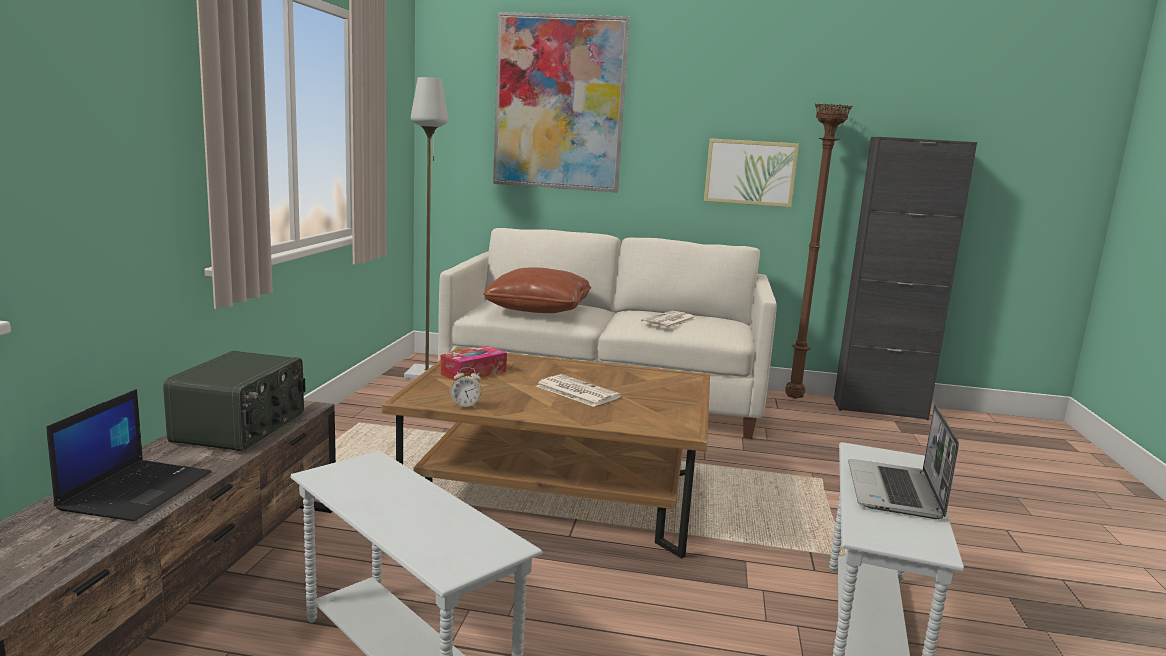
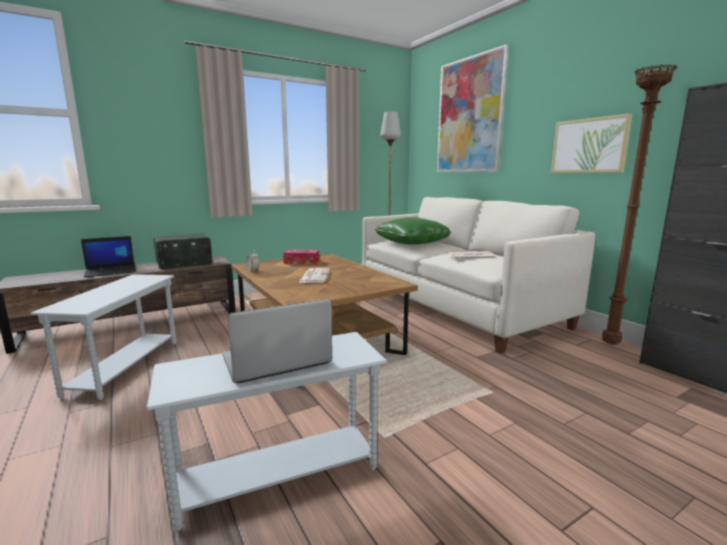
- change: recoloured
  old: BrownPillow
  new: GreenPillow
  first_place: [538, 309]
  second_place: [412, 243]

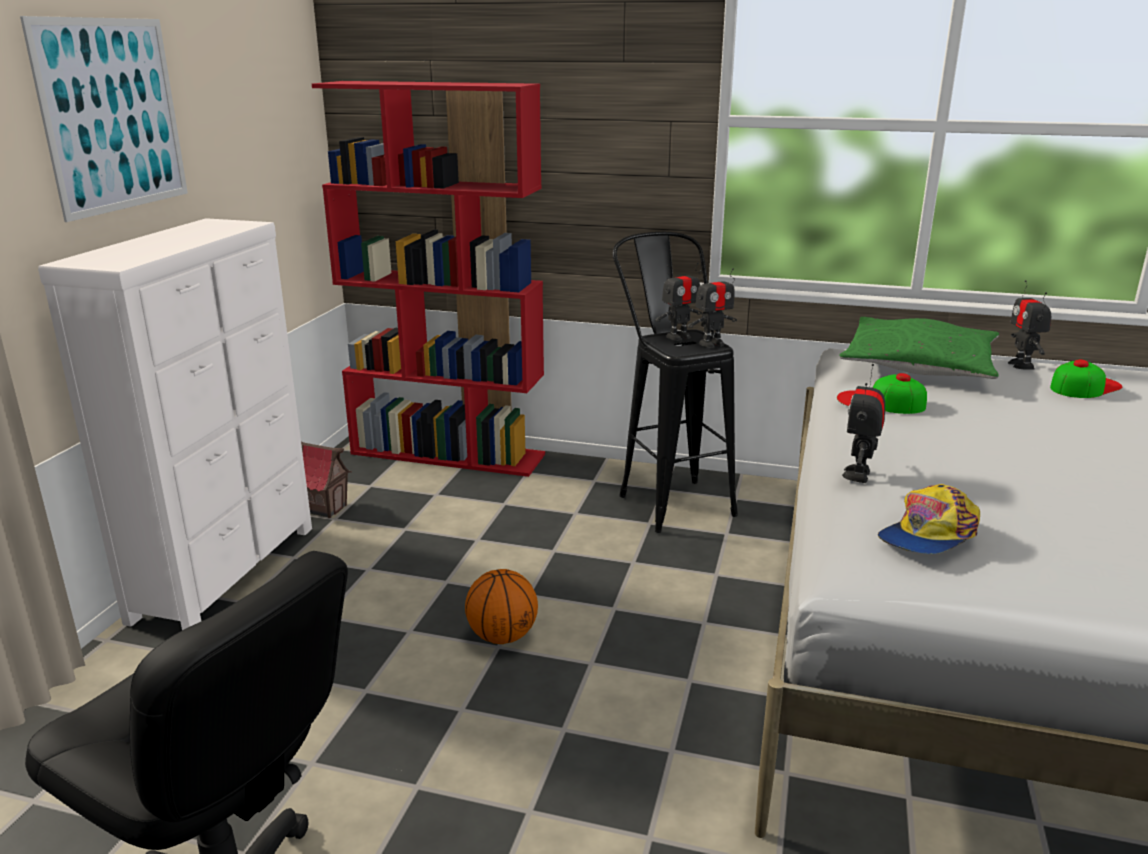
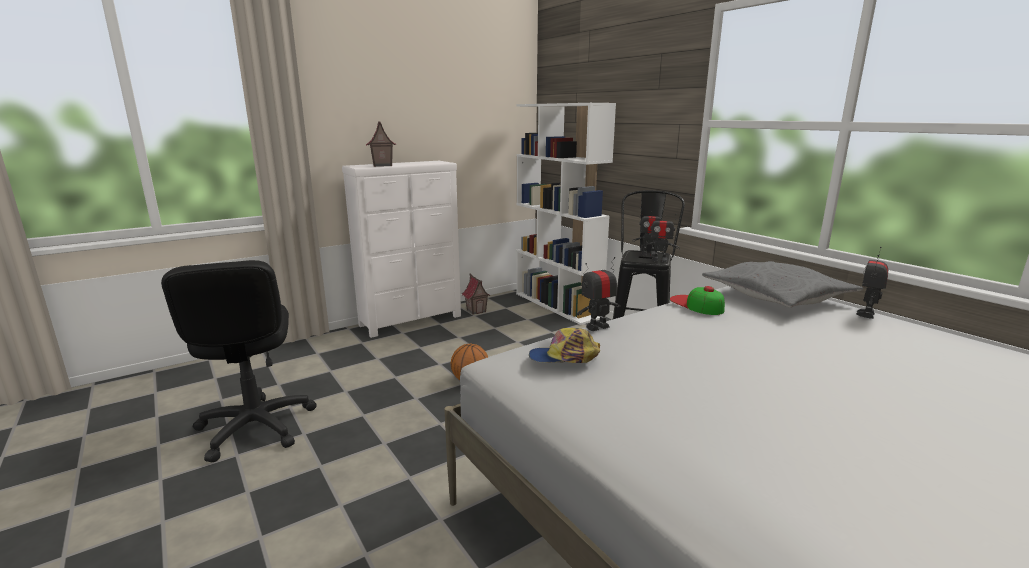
- change: removed
  old: Picture
  first_place: [113, 115]
- change: recoloured
  old: RedBookcase
  new: WhiteBookcase
  first_place: [449, 454]
  second_place: [558, 305]
- change: recoloured
  old: GreenPillow
  new: GreyPillow
  first_place: [919, 365]
  second_place: [776, 296]
- change: removed
  old: Cap
  first_place: [1084, 386]
- change: added
  new: ToyHouse
  second_place: [382, 165]

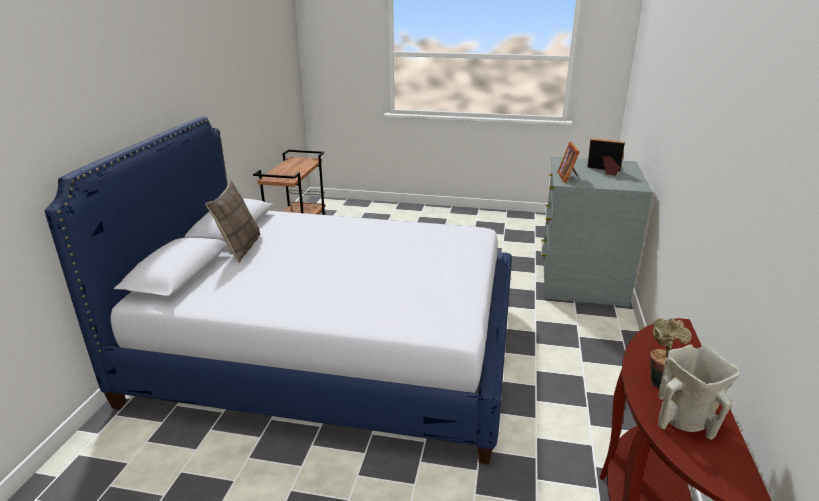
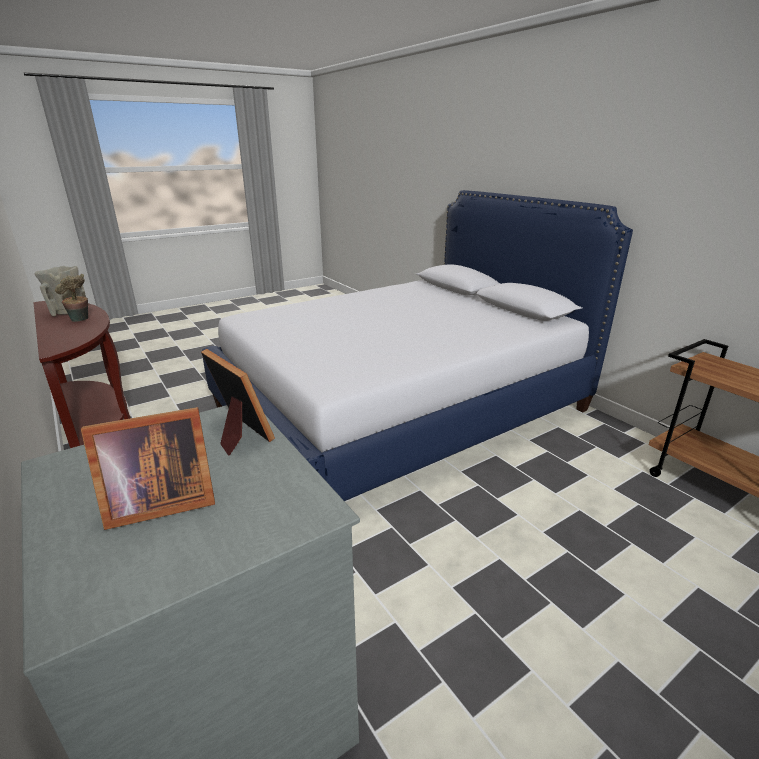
- change: removed
  old: Pillow
  first_place: [239, 248]

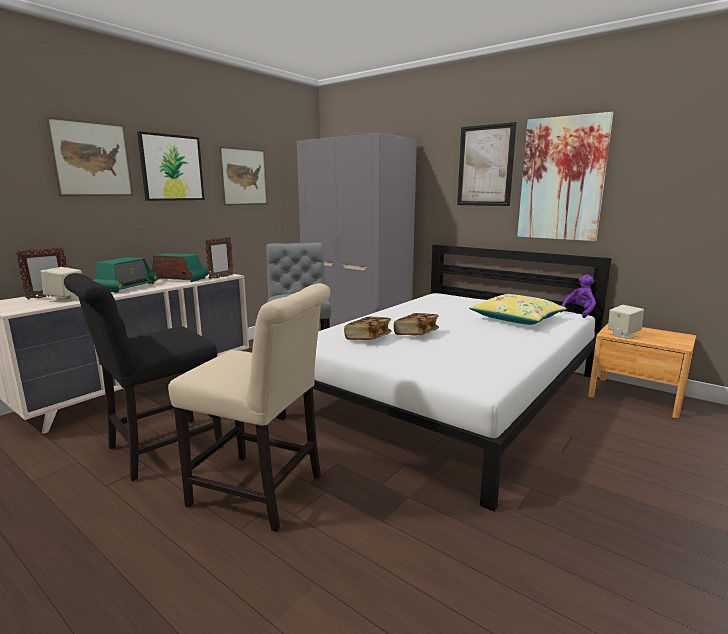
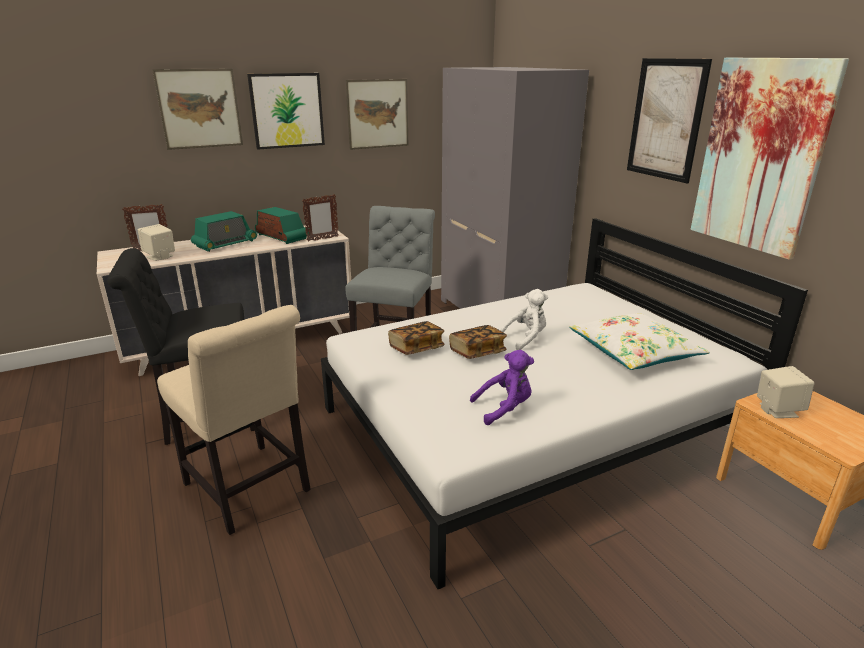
- change: recoloured
  old: YellowPillow
  new: WhitePillow
  first_place: [516, 319]
  second_place: [634, 352]
- change: moved
  old: PurplePlushToy
  first_place: [578, 312]
  second_place: [505, 408]
- change: added
  new: WhitePlushToy
  second_place: [525, 339]

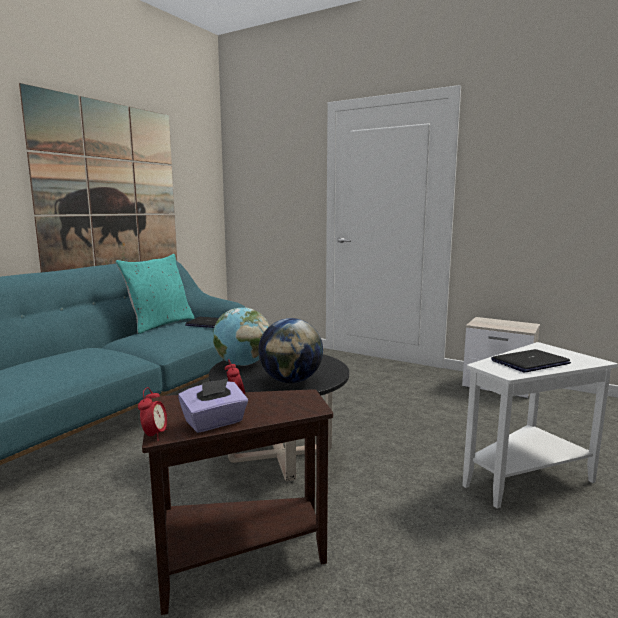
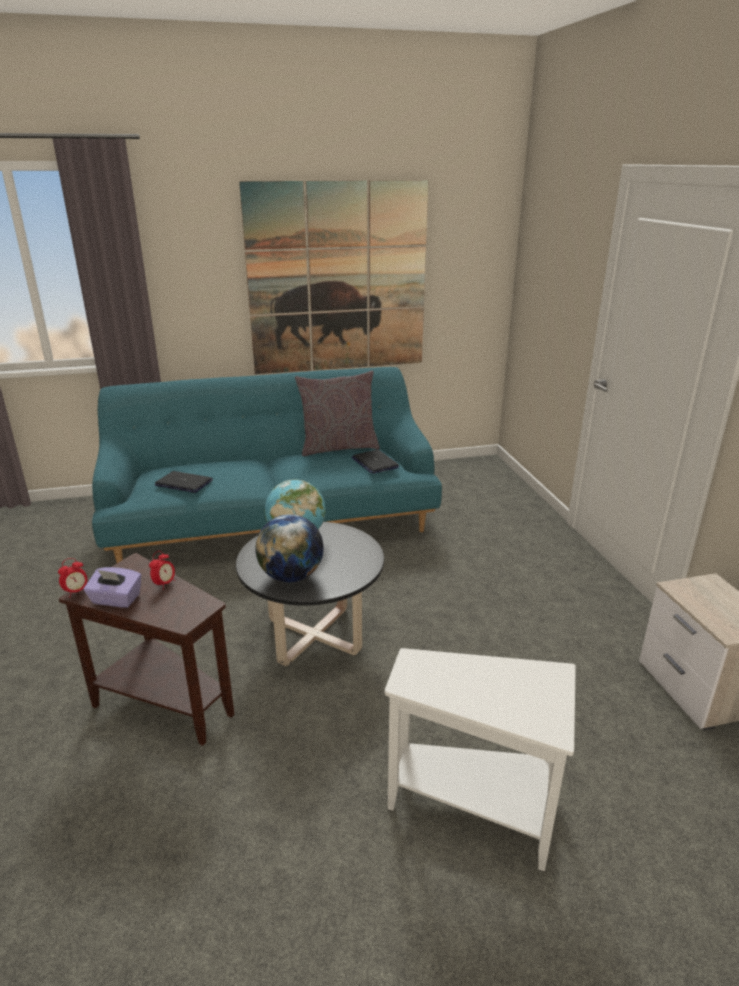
- change: recoloured
  old: TurquoisePillow
  new: GreyPillow
  first_place: [159, 324]
  second_place: [338, 447]
- change: moved
  old: Laptop
  first_place: [530, 362]
  second_place: [184, 483]

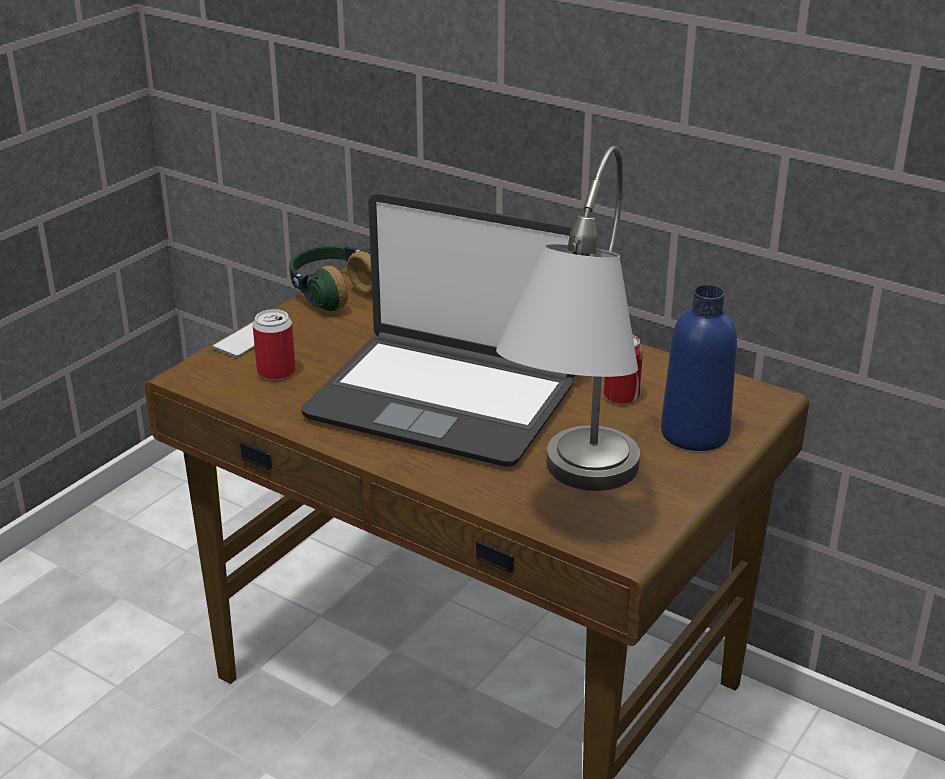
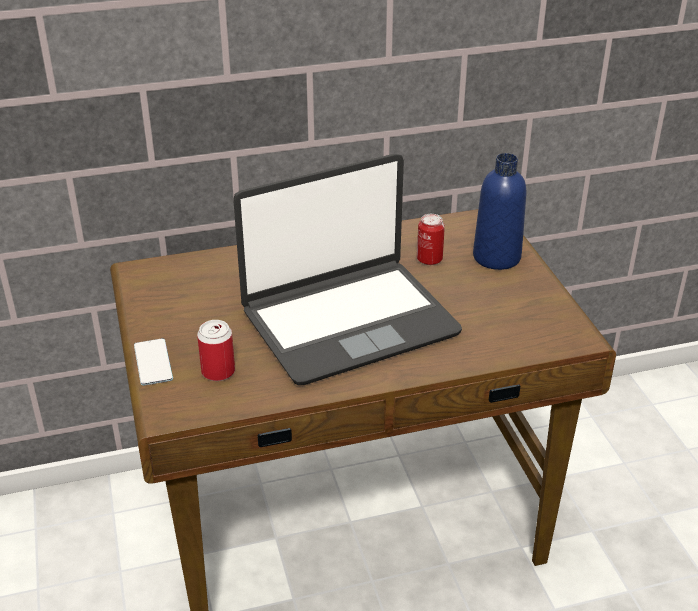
- change: removed
  old: Headphones
  first_place: [334, 292]
- change: removed
  old: GreyTableLamp
  first_place: [571, 498]

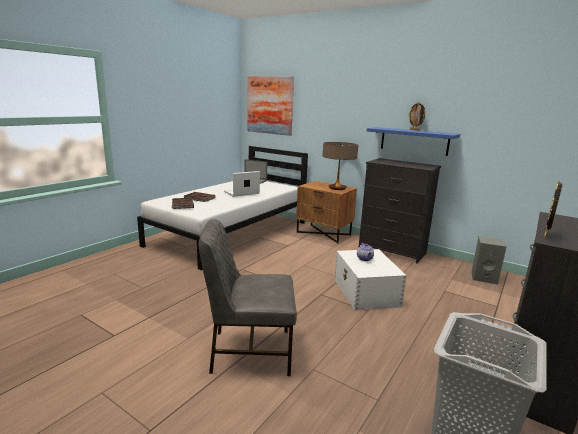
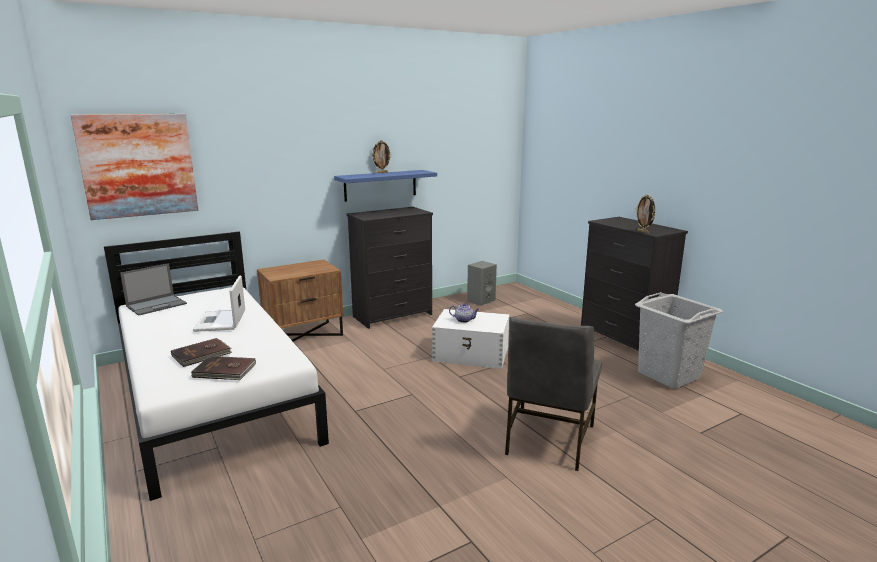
- change: removed
  old: TableLamp
  first_place: [337, 188]

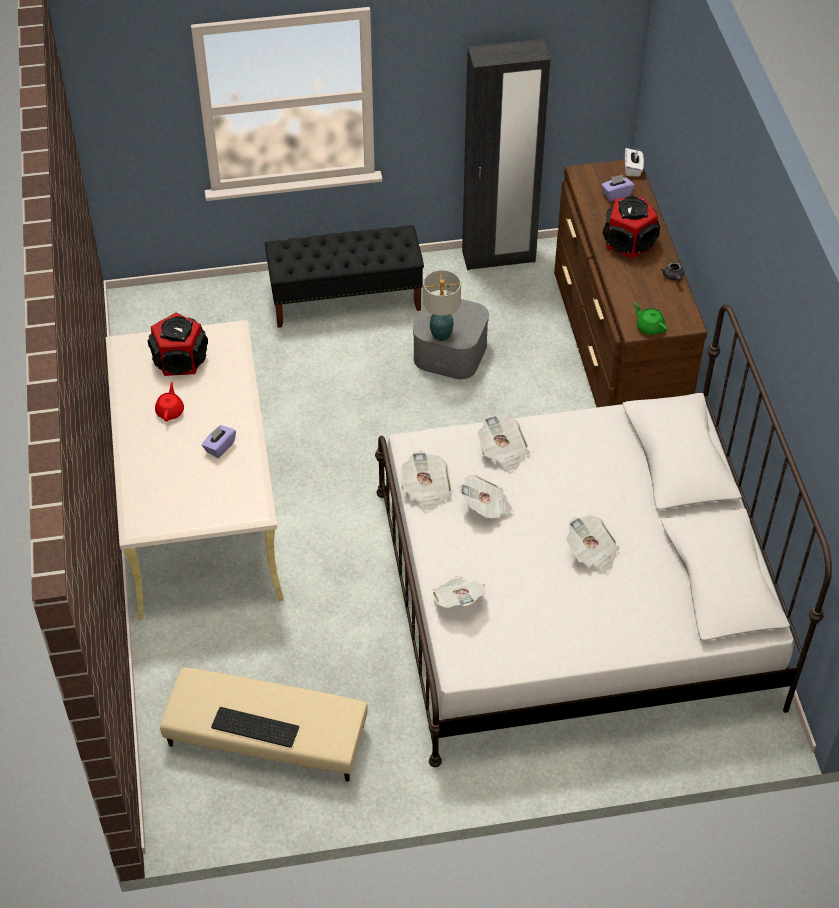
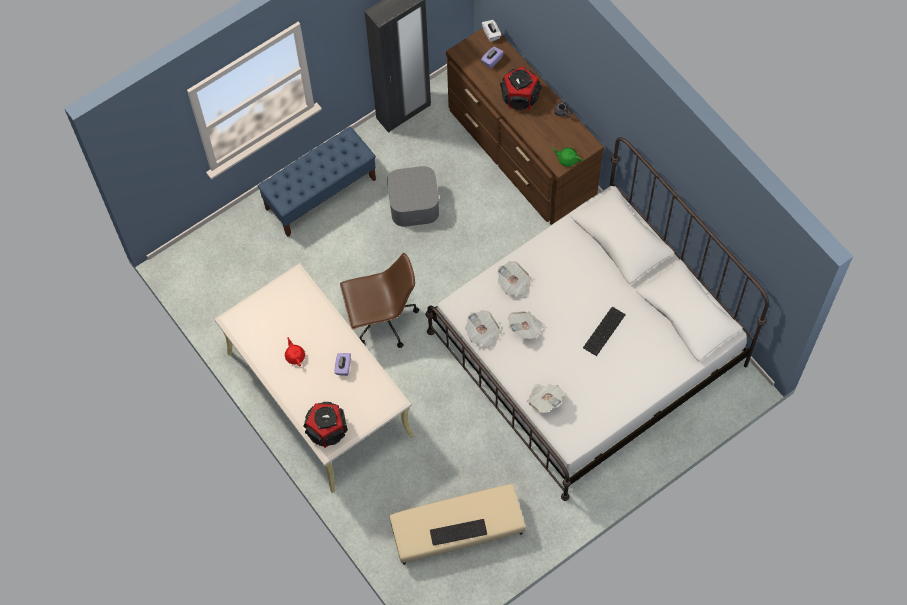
- change: moved
  old: Speaker
  first_place: [179, 359]
  second_place: [326, 429]
- change: recoloured
  old: BlackBench
  new: BlueBench
  first_place: [346, 300]
  second_place: [321, 194]
- change: removed
  old: TableLamp
  first_place: [441, 334]
- change: replaced
  old: Newspaper
  new: Keyboard
  first_place: [592, 553]
  second_place: [605, 331]
- change: added
  new: BrownOfficeChair
  second_place: [382, 320]

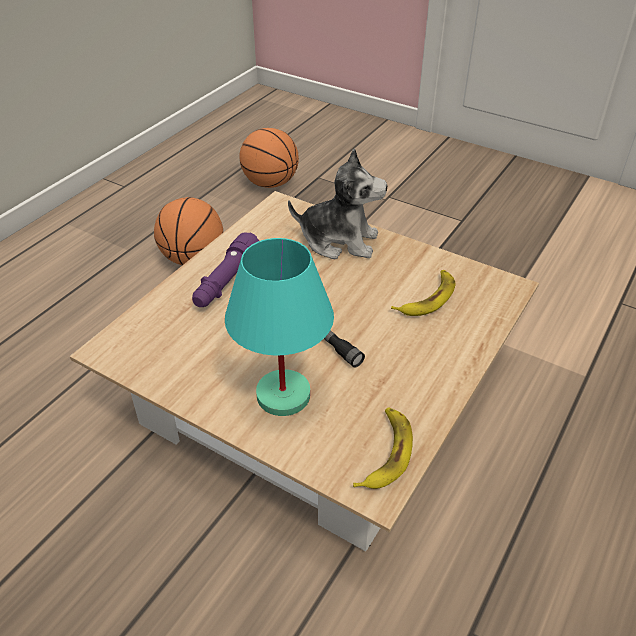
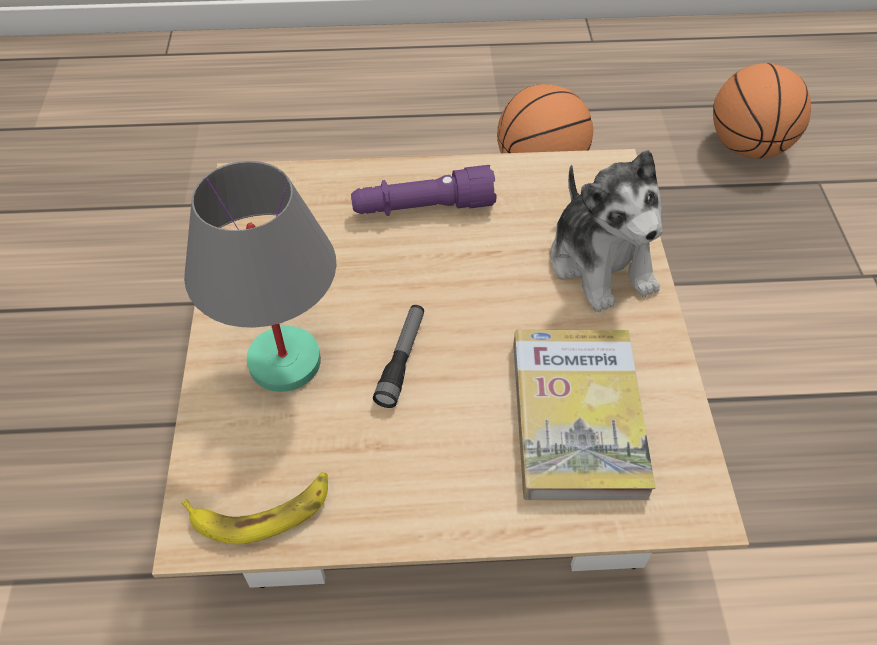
- change: recoloured
  old: TurquoiseTableLamp
  new: GreyTableLamp
  first_place: [284, 394]
  second_place: [286, 362]
- change: replaced
  old: Banana
  new: Book
  first_place: [427, 298]
  second_place: [577, 416]

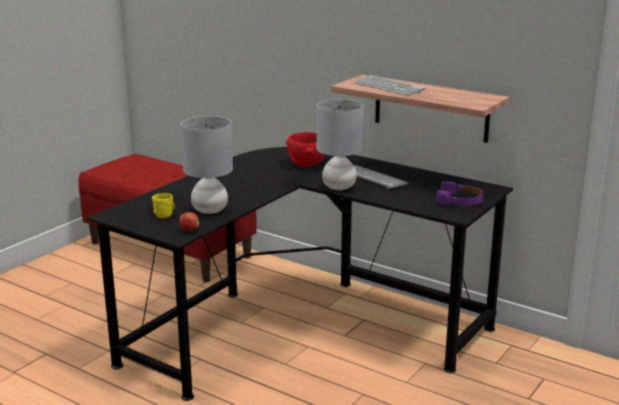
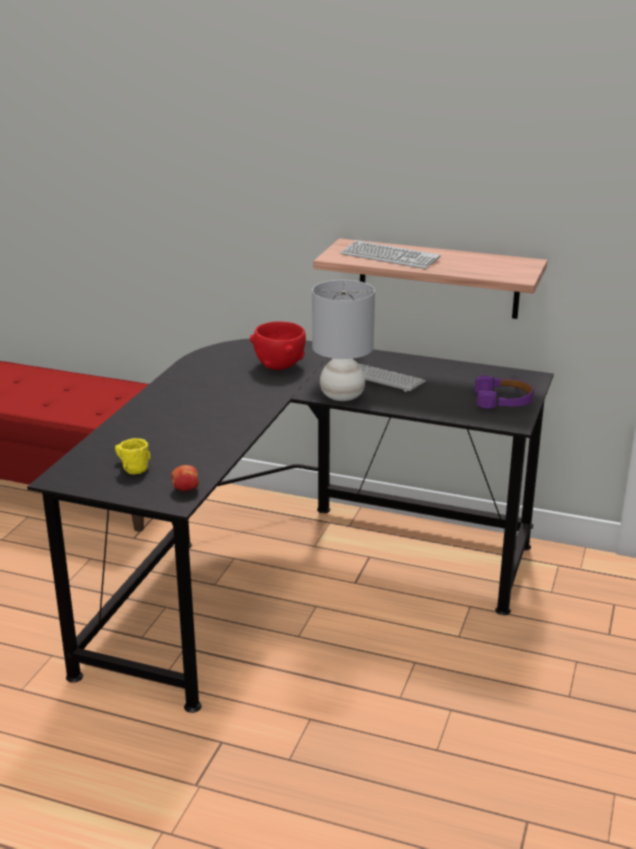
- change: removed
  old: GreyTableLamp
  first_place: [210, 209]

